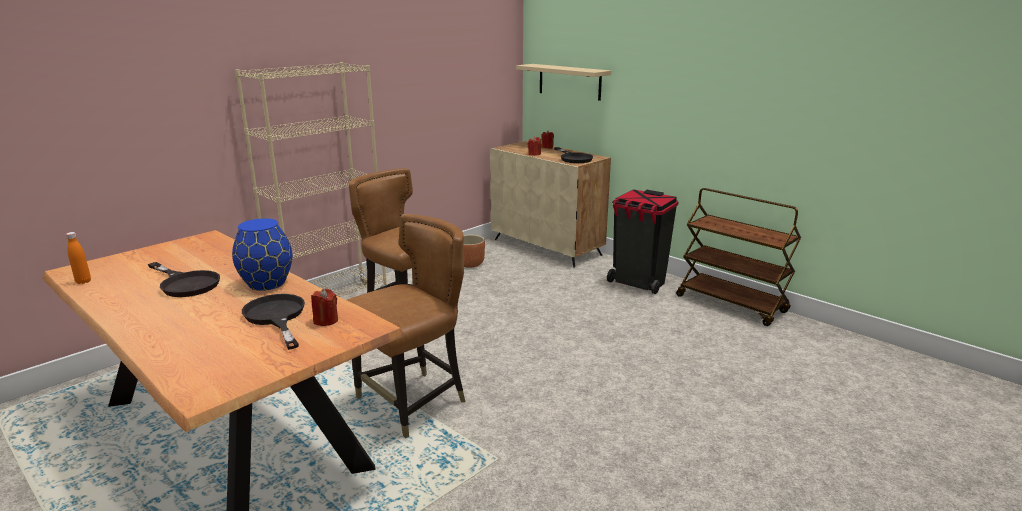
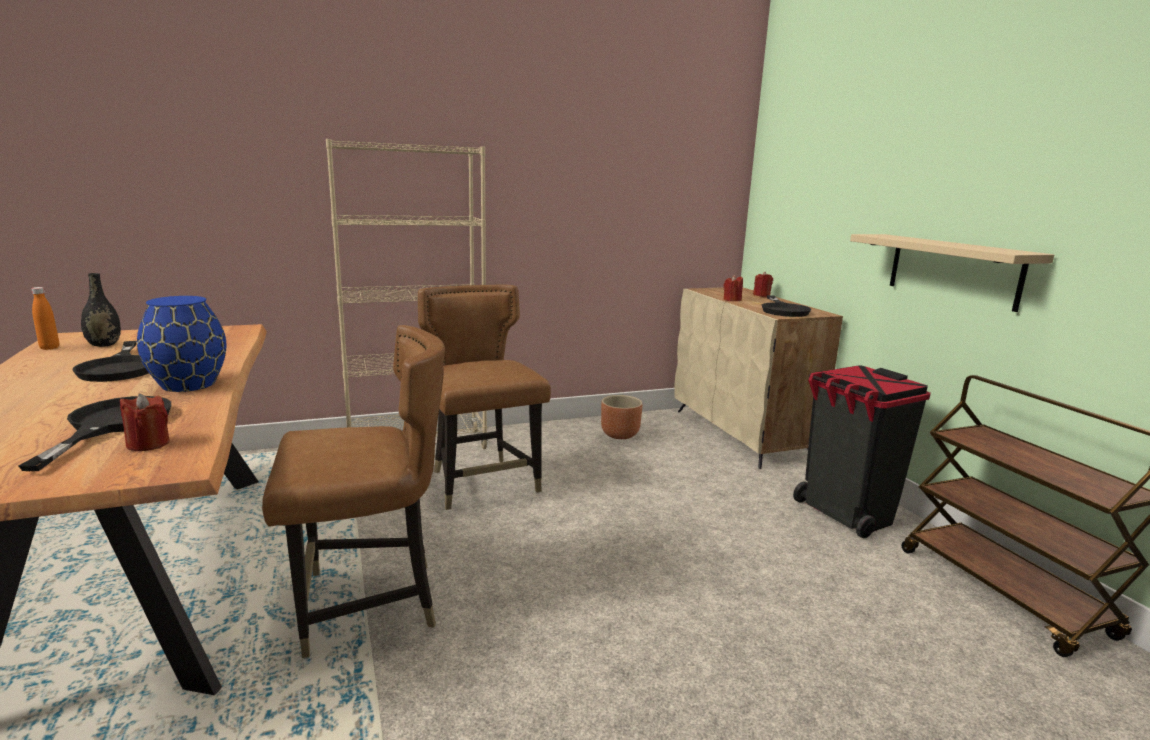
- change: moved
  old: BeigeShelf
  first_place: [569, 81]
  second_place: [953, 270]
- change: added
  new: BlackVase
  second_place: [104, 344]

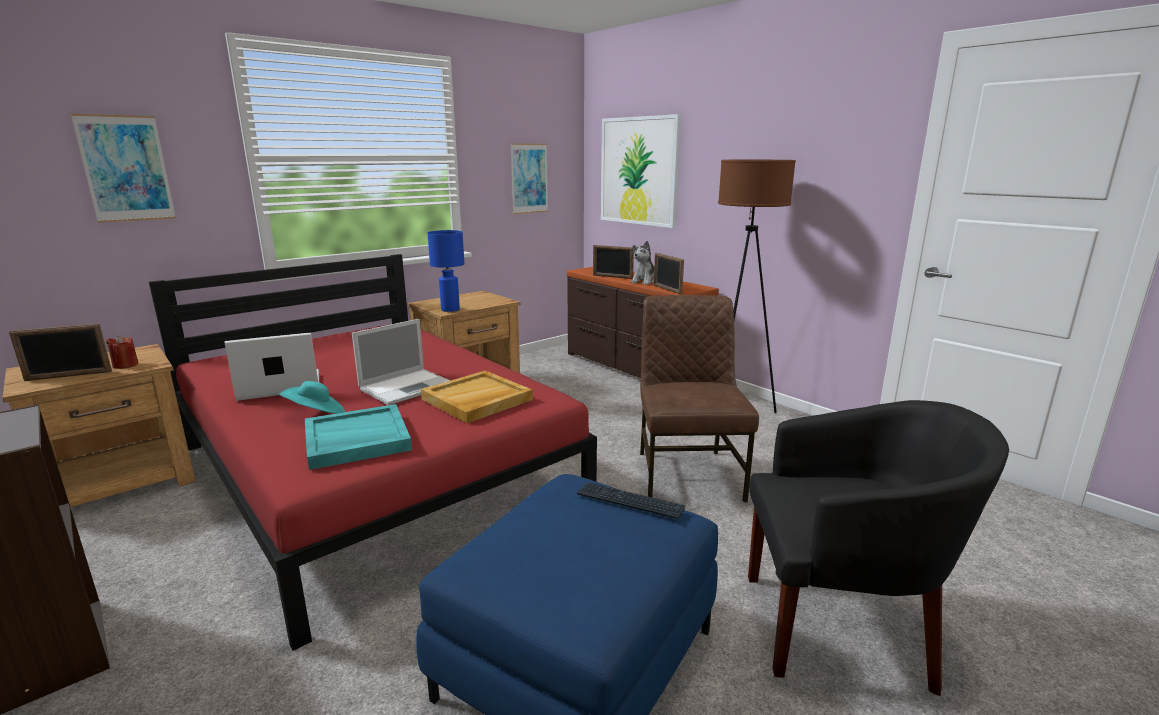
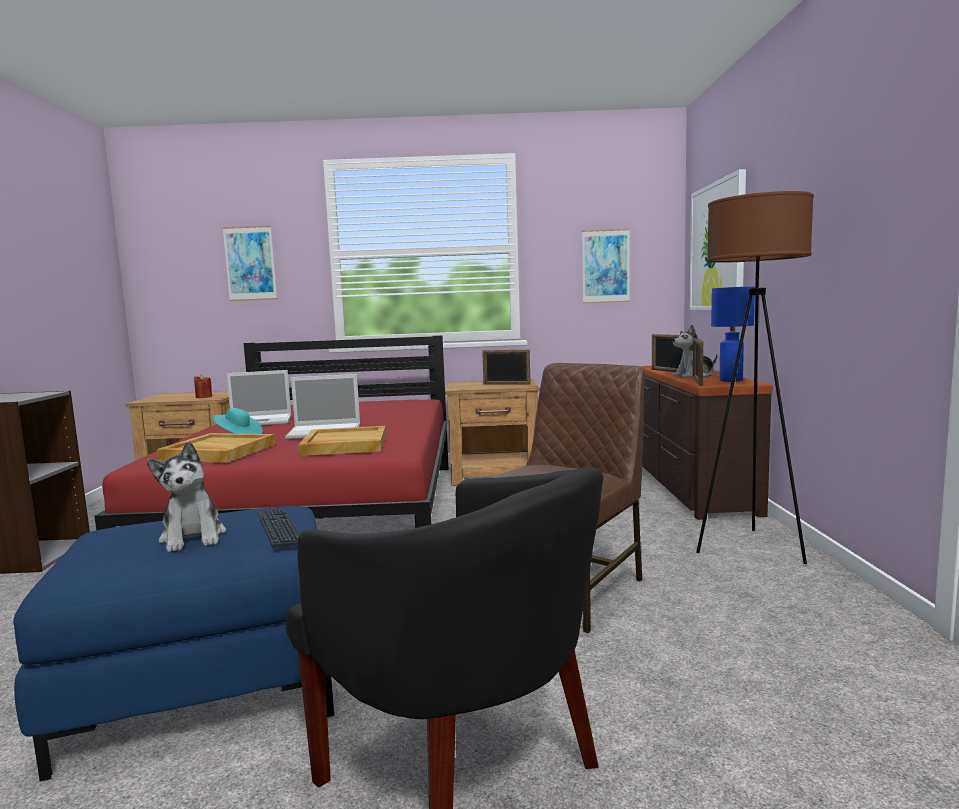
- change: moved
  old: PictureFrame
  first_place: [68, 376]
  second_place: [506, 384]
- change: turned
  old: Laptop
  first_place: [278, 386]
  second_place: [260, 421]
  degrees: 150
- change: recoloured
  old: TurquoiseTray
  new: BeigeTray
  first_place: [356, 440]
  second_place: [218, 452]
- change: moved
  old: BlueTableLamp
  first_place: [450, 309]
  second_place: [731, 380]
- change: added
  new: PlushToy
  second_place: [193, 537]

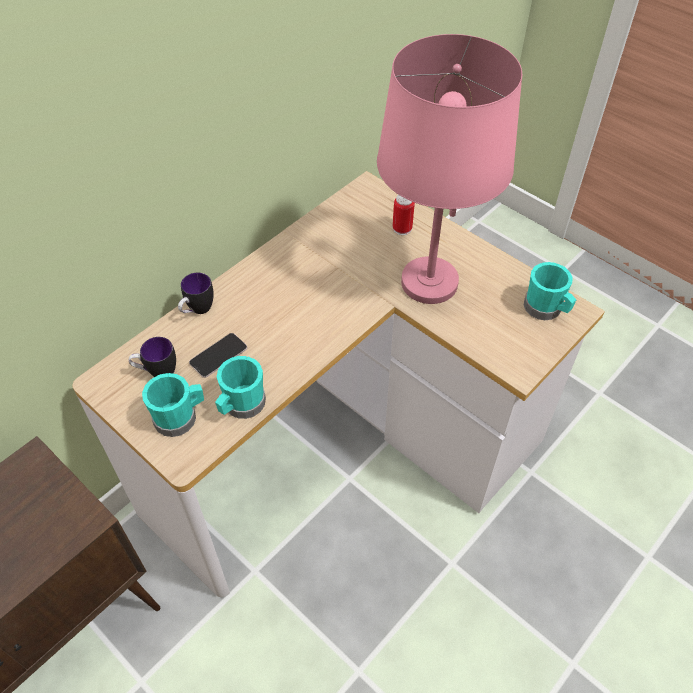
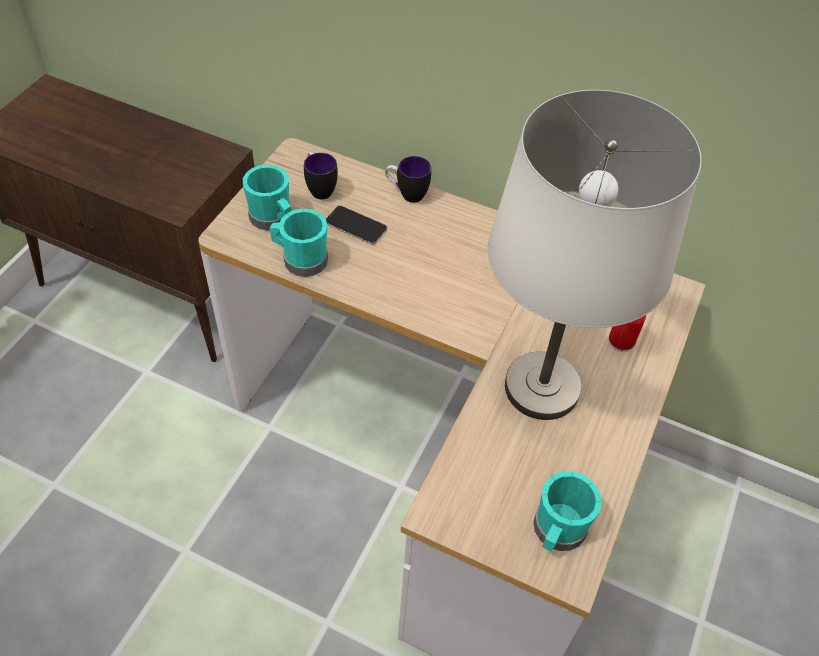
- change: recoloured
  old: PinkTableLamp
  new: WhiteTableLamp
  first_place: [428, 282]
  second_place: [541, 387]

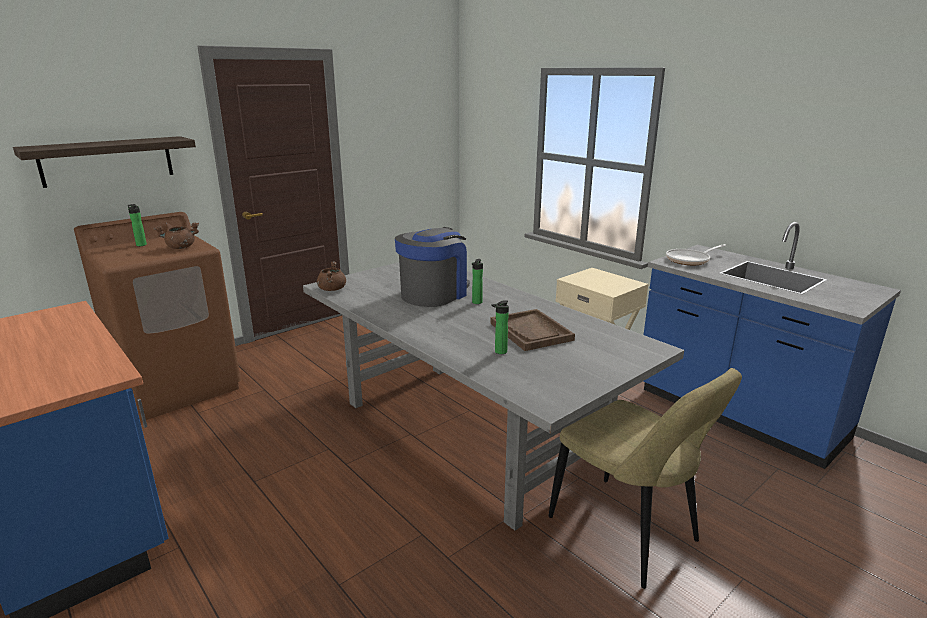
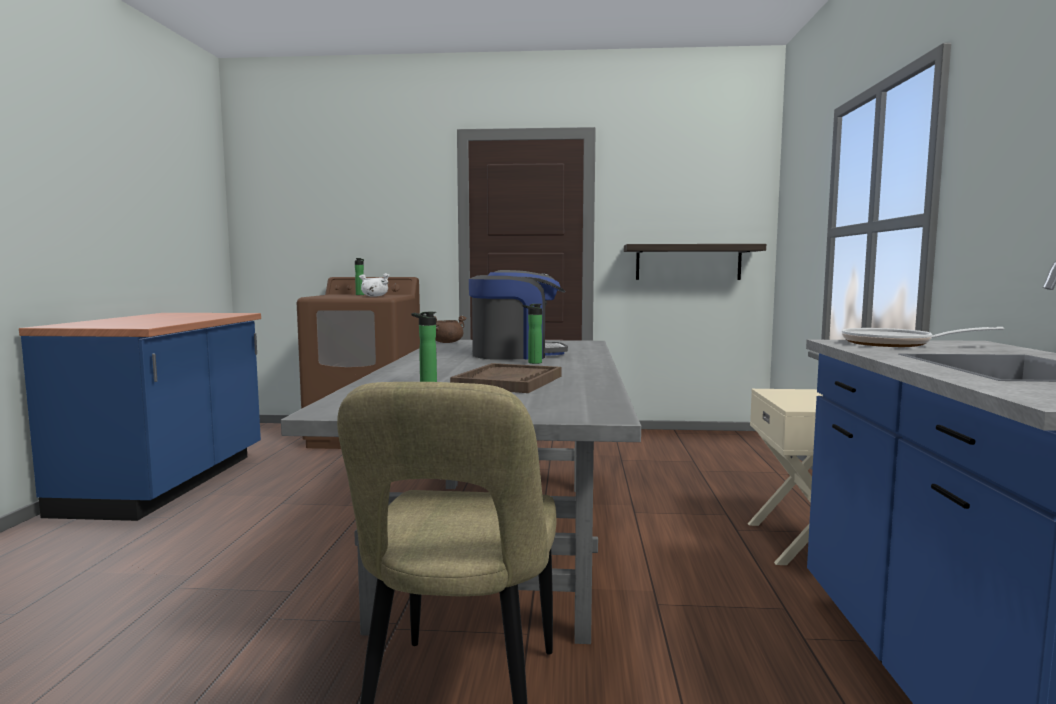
- change: moved
  old: Shelf
  first_place: [107, 161]
  second_place: [688, 262]
- change: recoloured
  old: BrownCookingPot
  new: WhiteCookingPot
  first_place: [180, 247]
  second_place: [374, 296]

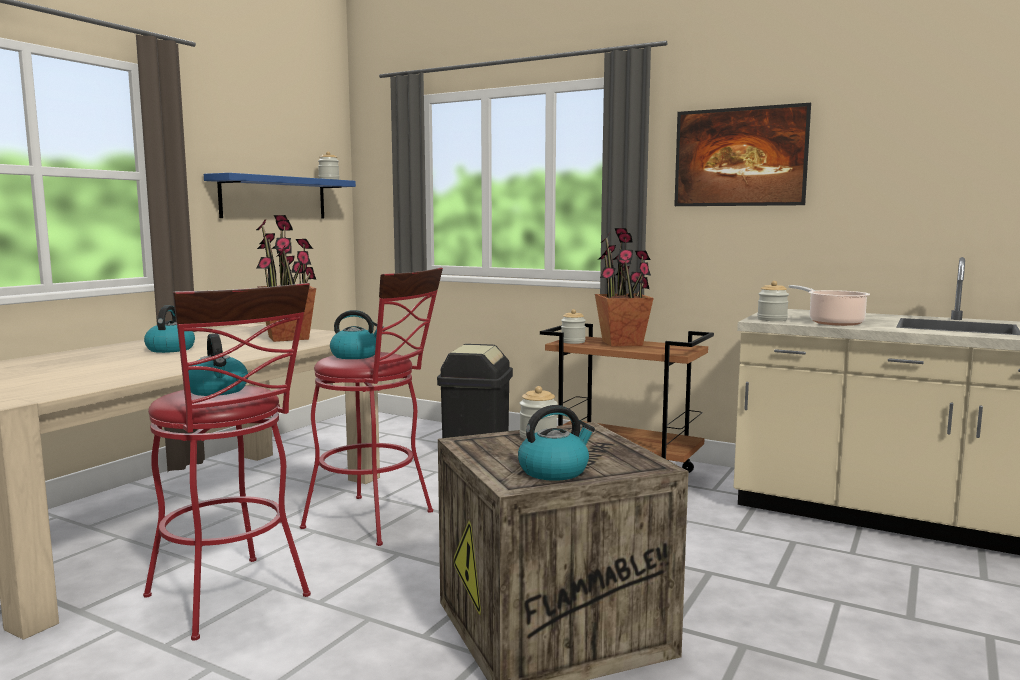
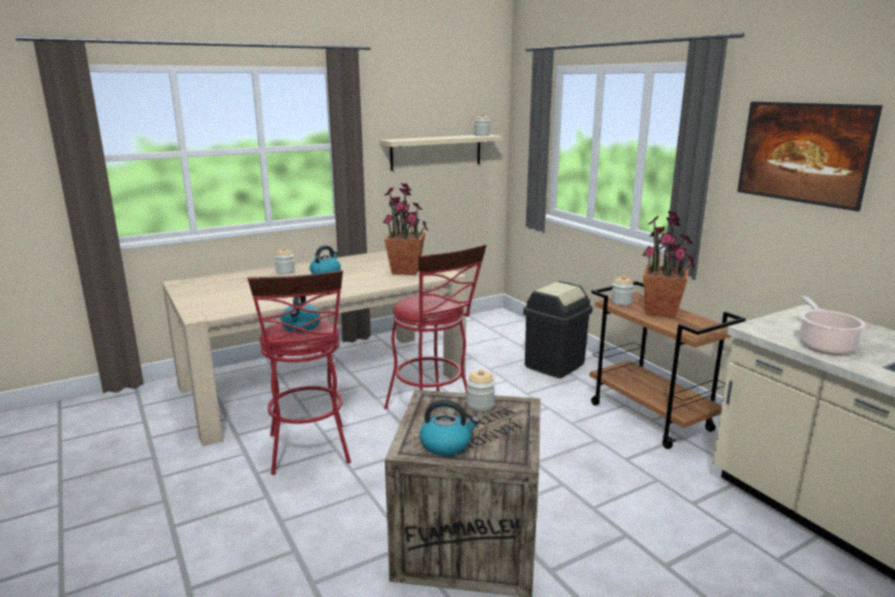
- change: recoloured
  old: BlueShelf
  new: BeigeShelf
  first_place: [274, 198]
  second_place: [436, 152]
- change: removed
  old: Kettle
  first_place: [356, 356]
- change: moved
  old: Jar
  first_place: [772, 319]
  second_place: [285, 272]

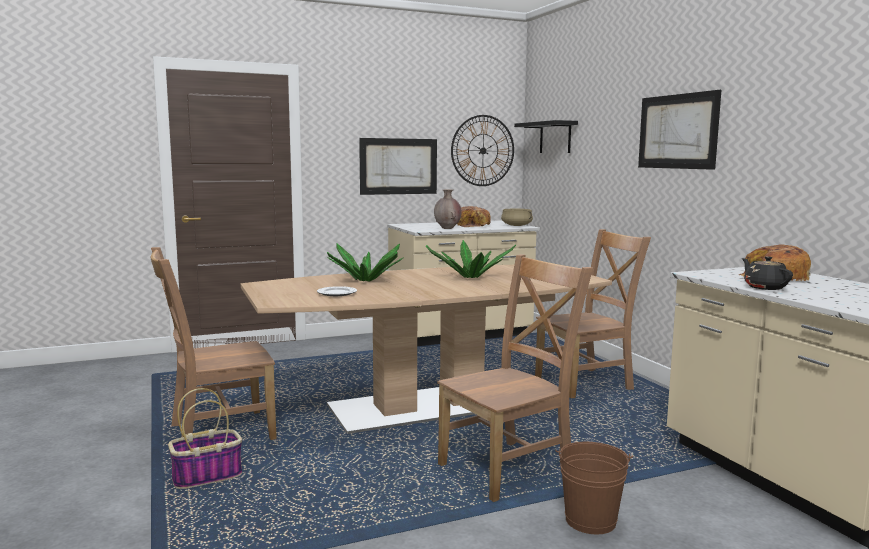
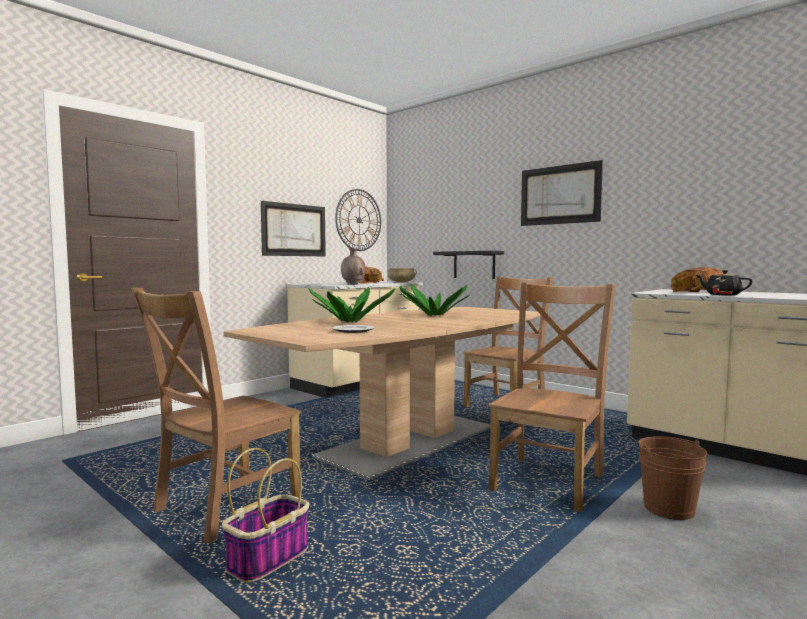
- change: moved
  old: BlackShelf
  first_place: [555, 137]
  second_place: [474, 265]

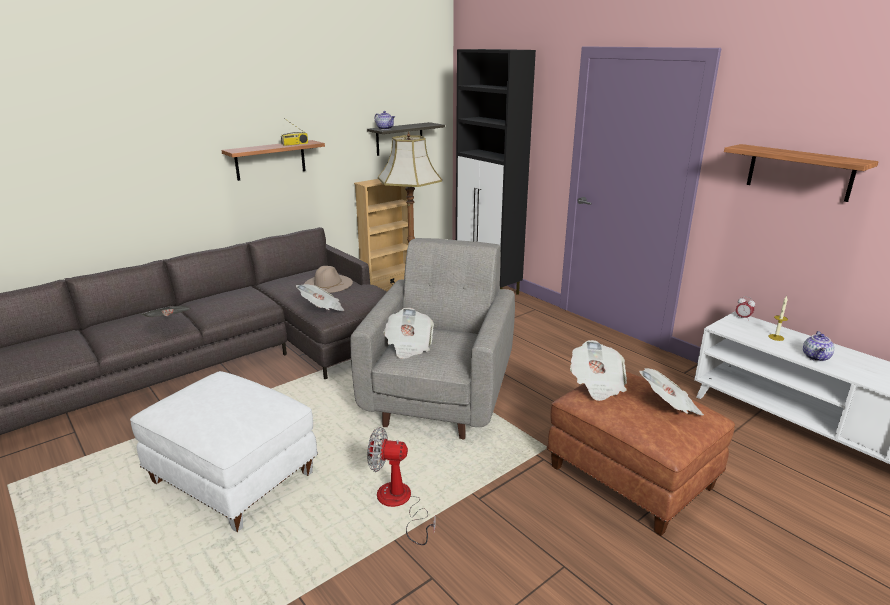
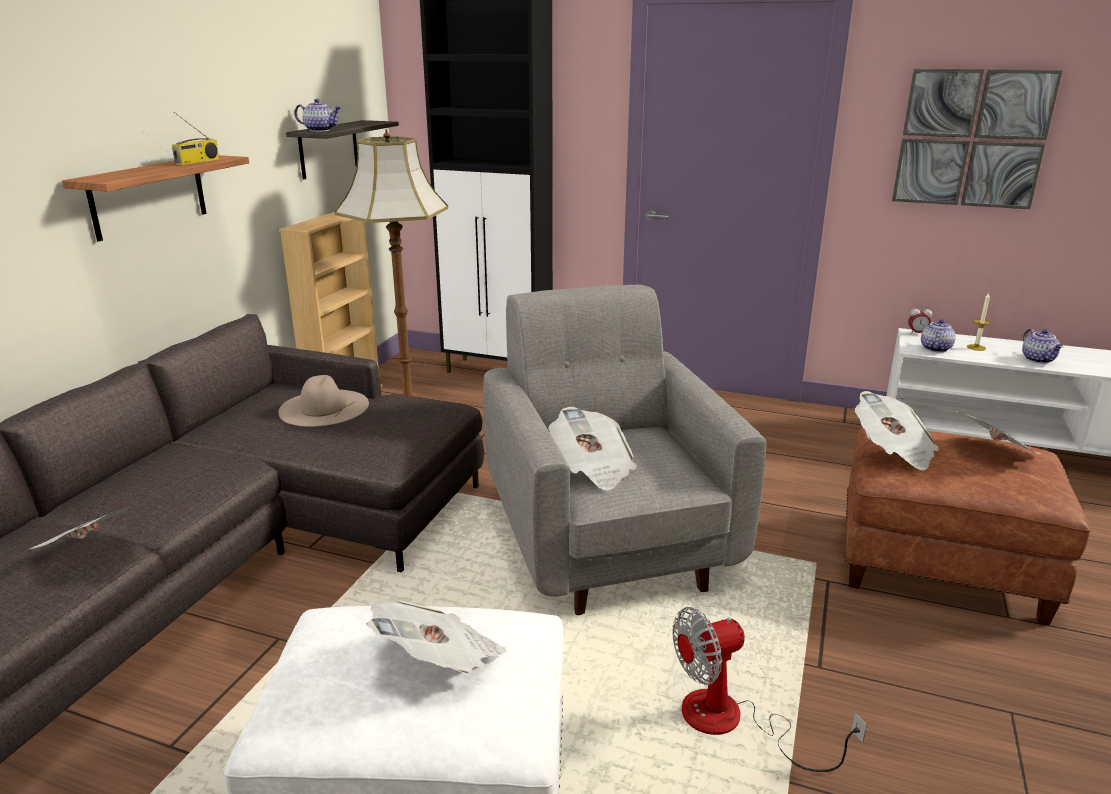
- change: moved
  old: Newspaper
  first_place: [322, 309]
  second_place: [440, 662]
- change: replaced
  old: Shelf
  new: Picture
  first_place: [799, 172]
  second_place: [971, 138]
- change: added
  new: Teapot
  second_place: [934, 348]

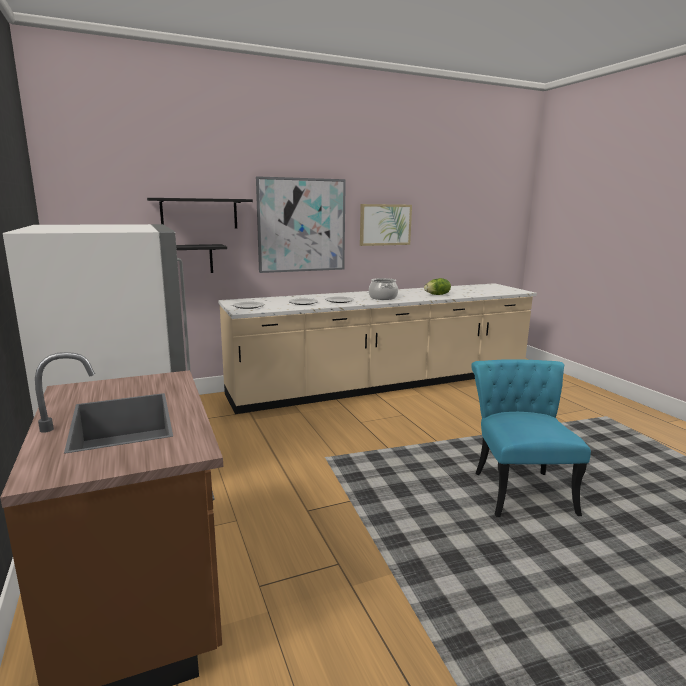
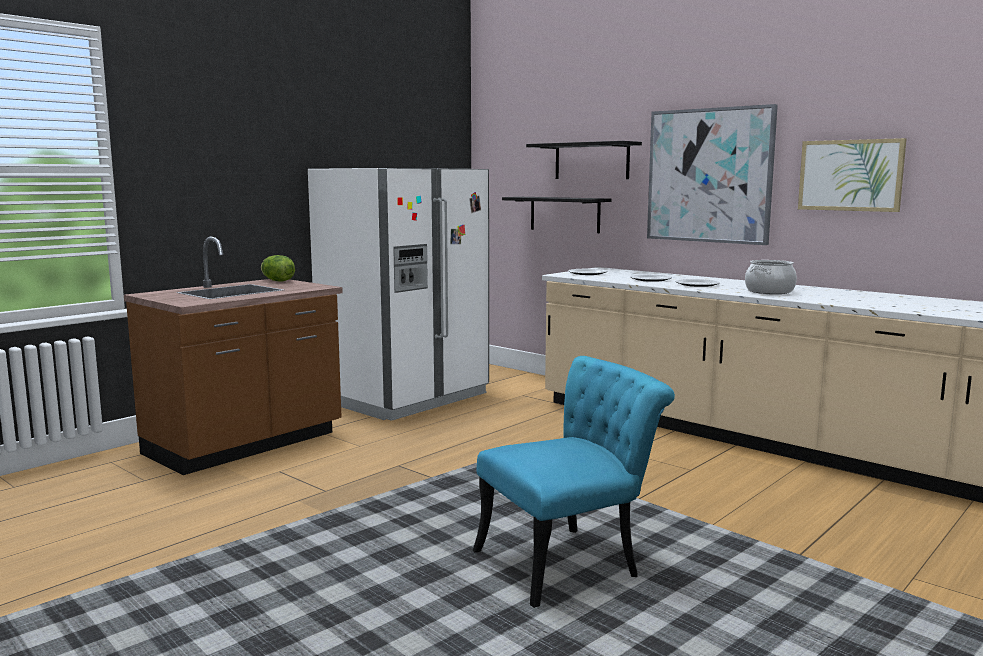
- change: moved
  old: Lettuce
  first_place: [437, 295]
  second_place: [277, 281]

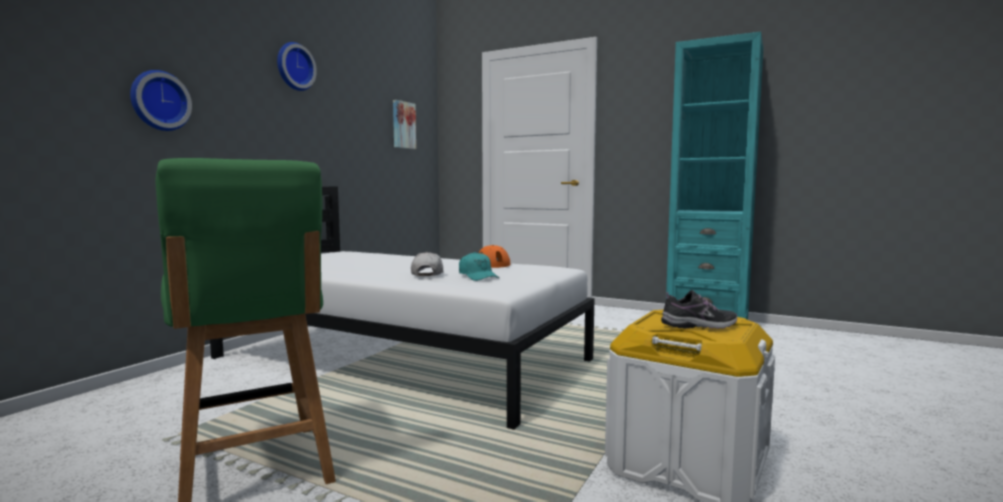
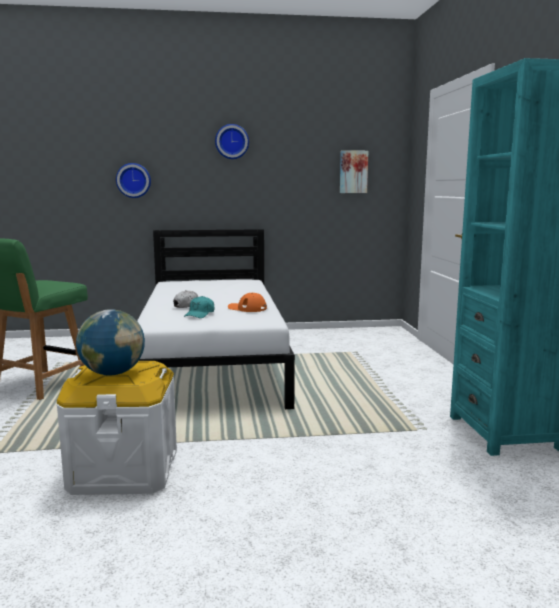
- change: replaced
  old: Shoe
  new: Globe
  first_place: [699, 325]
  second_place: [113, 373]

